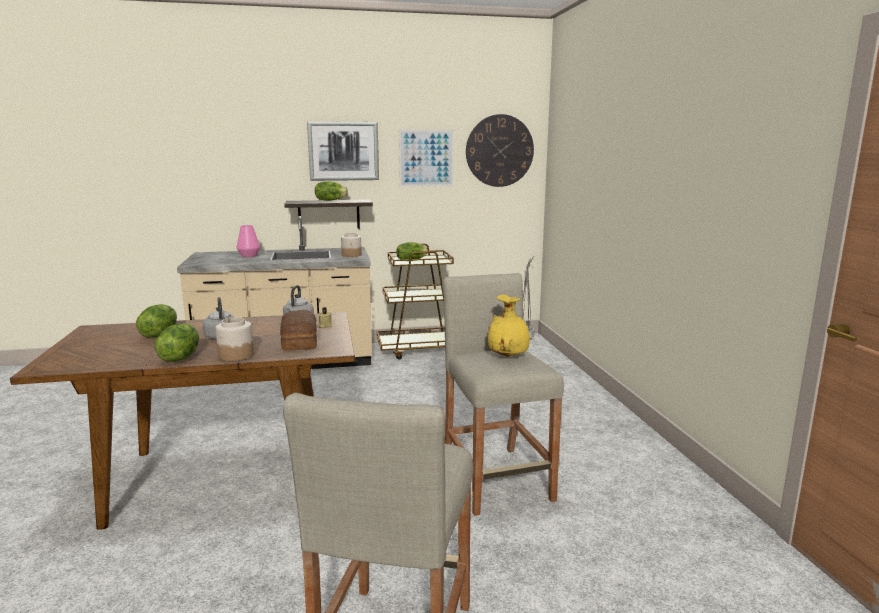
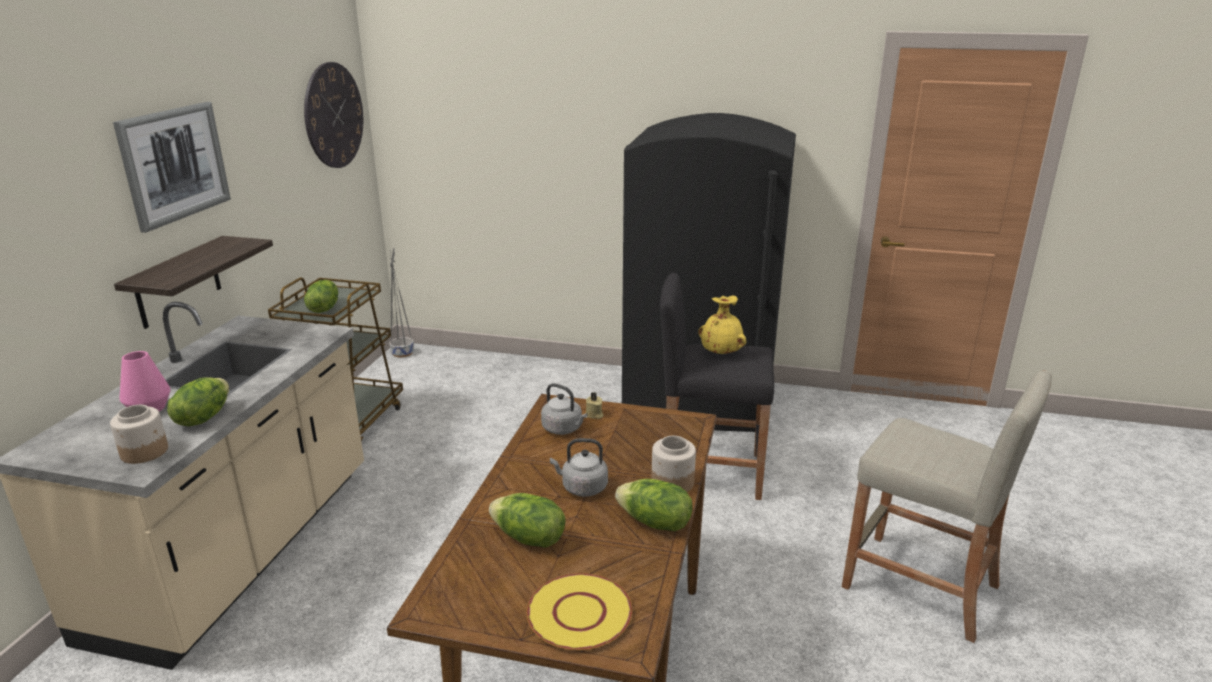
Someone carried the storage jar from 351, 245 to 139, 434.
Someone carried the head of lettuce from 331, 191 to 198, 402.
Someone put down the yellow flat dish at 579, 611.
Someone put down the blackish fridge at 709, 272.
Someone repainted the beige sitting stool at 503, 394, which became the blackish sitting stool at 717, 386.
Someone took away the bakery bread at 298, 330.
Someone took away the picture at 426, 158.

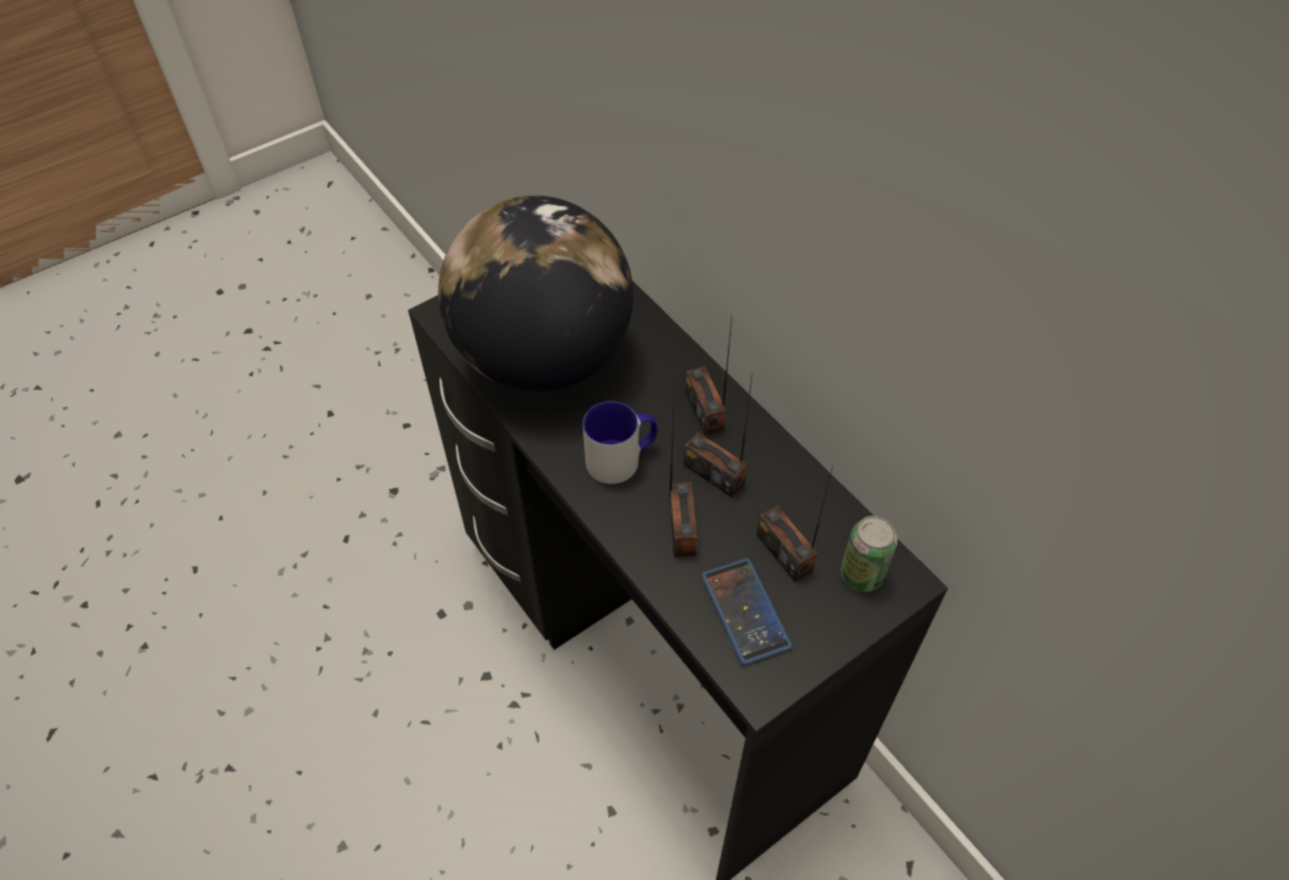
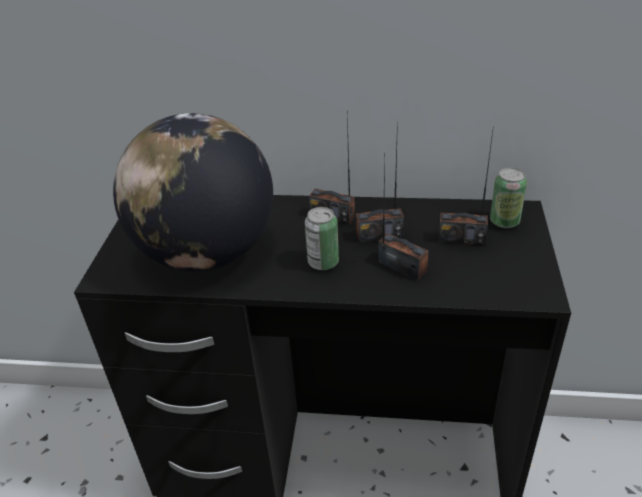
Someone swapped the mug at 620, 442 for the can at 322, 238.
Someone took away the handset at 746, 611.

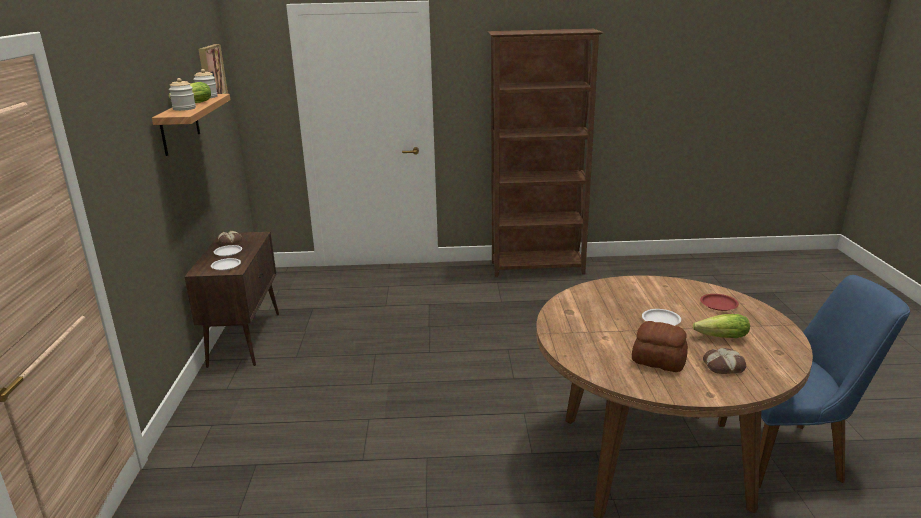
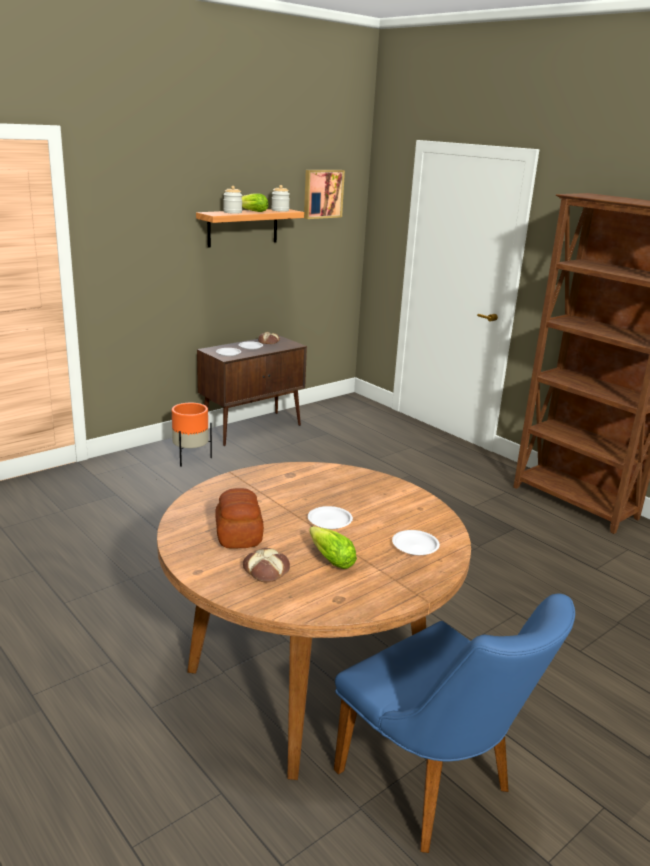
Someone put down the orange flower pot at 191, 435.
Someone repainted the red flat dish at 719, 302, which became the whitish flat dish at 416, 542.

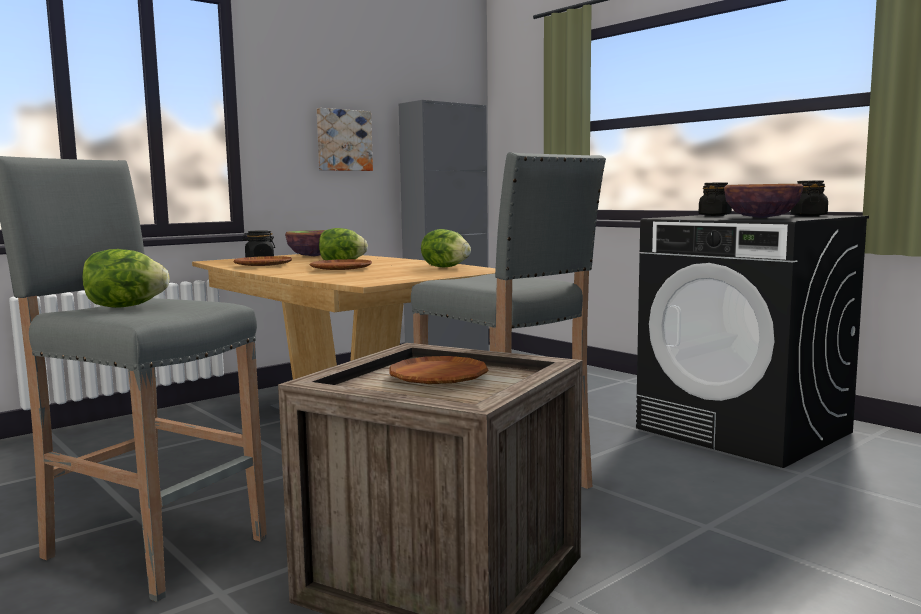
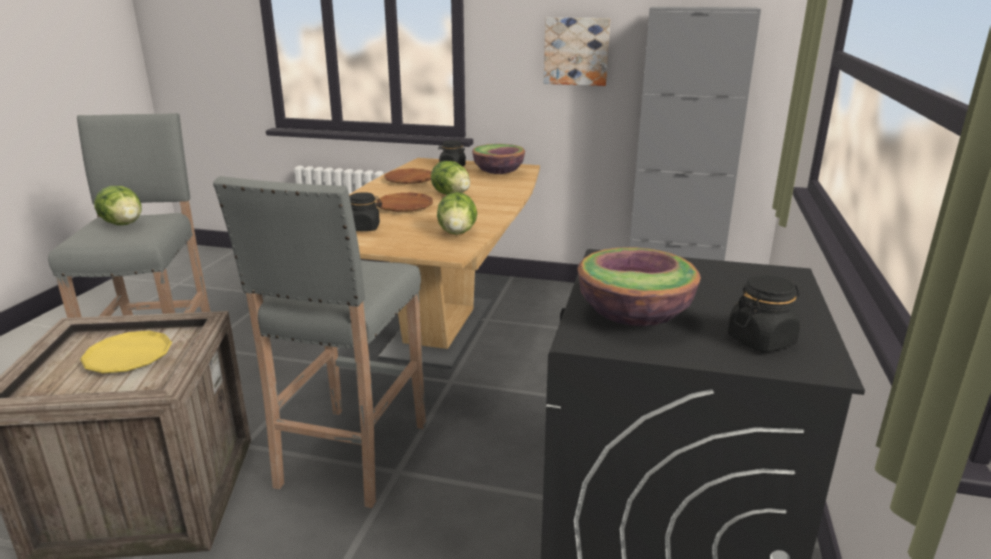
Someone repainted the brownish flat dish at 438, 370, which became the yellow flat dish at 126, 352.
Someone carried the blackish storage jar from 715, 199 to 365, 211.

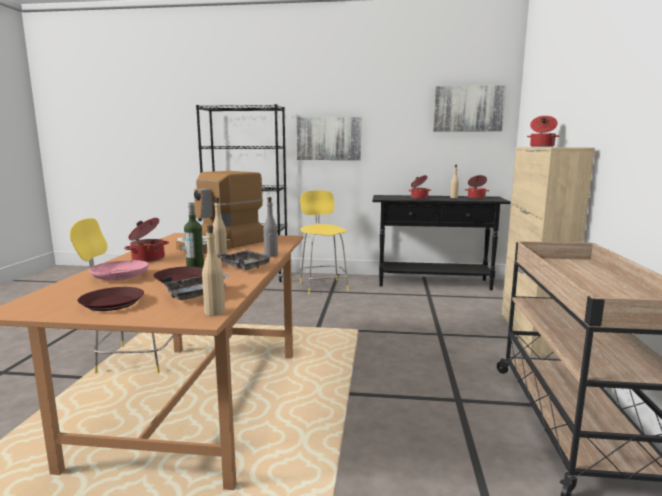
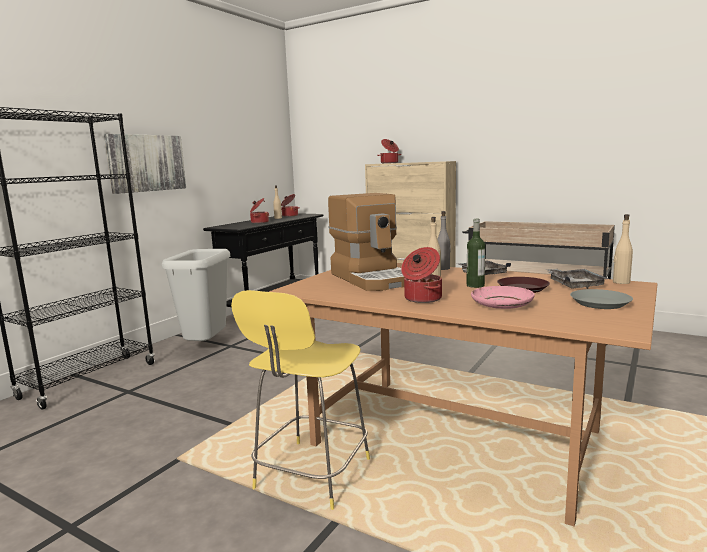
Someone swapped the yellow sitting stool at 324, 242 for the greyish waste bin at 196, 295.
Someone repainted the brownish flat dish at 110, 299, which became the greyish flat dish at 601, 299.
Someone took away the picture at 469, 108.

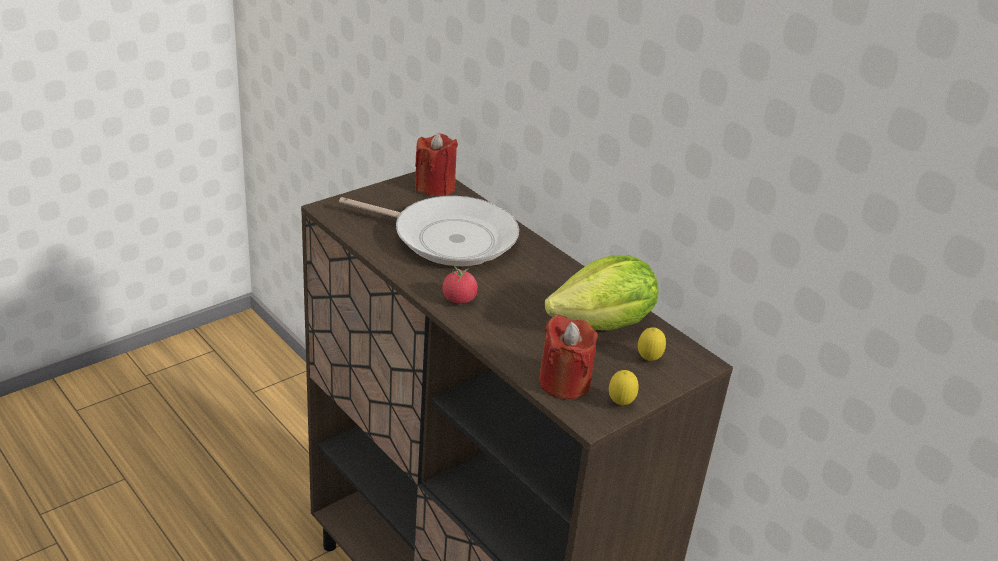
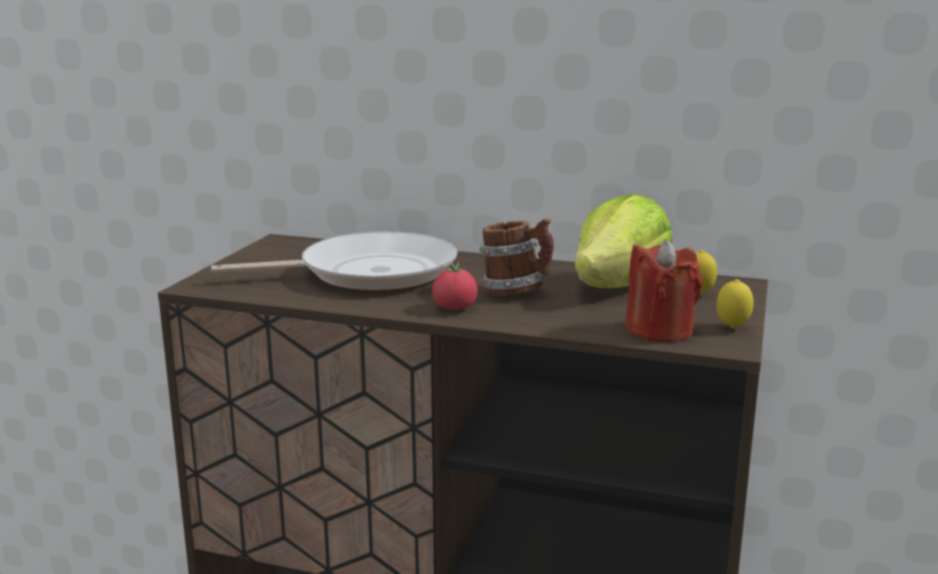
Someone put down the mug at 516, 256.
Someone took away the red wax candle at 436, 164.

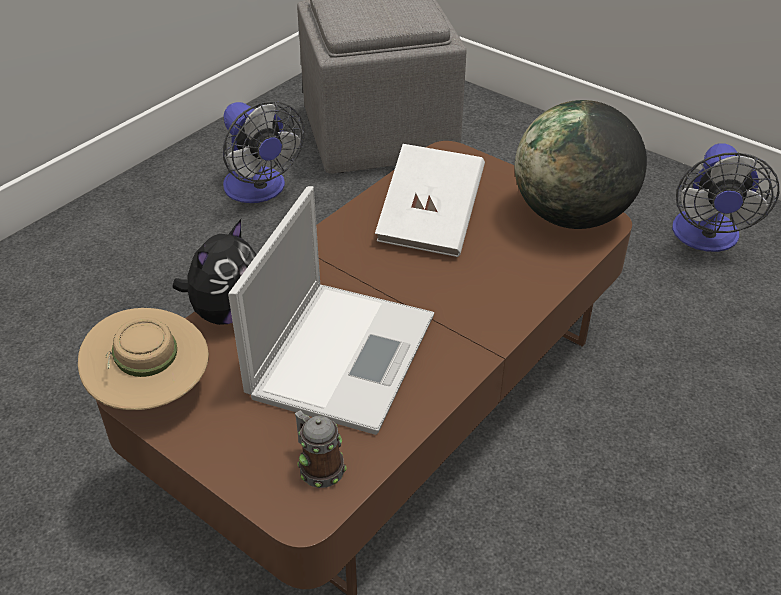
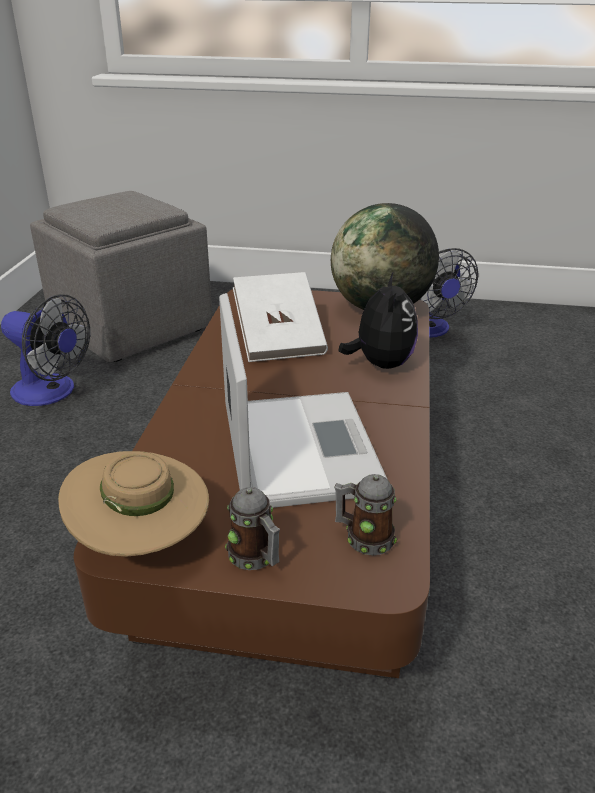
Someone put down the mug at 252, 528.
Someone carried the plush toy from 214, 272 to 378, 320.

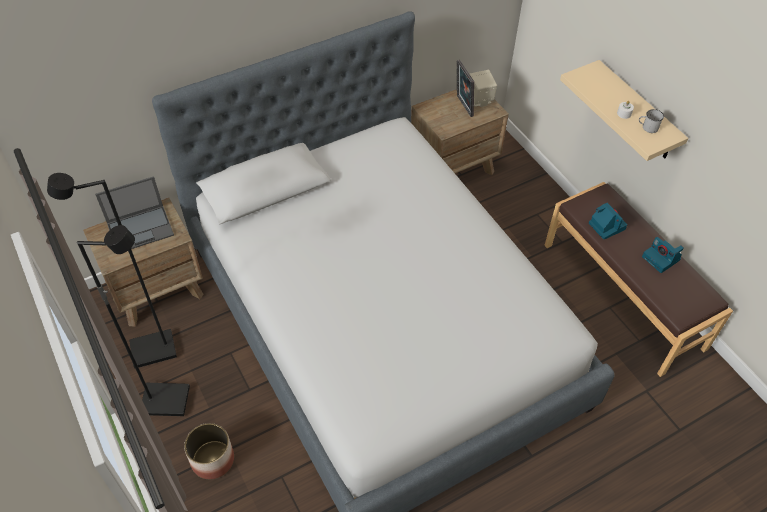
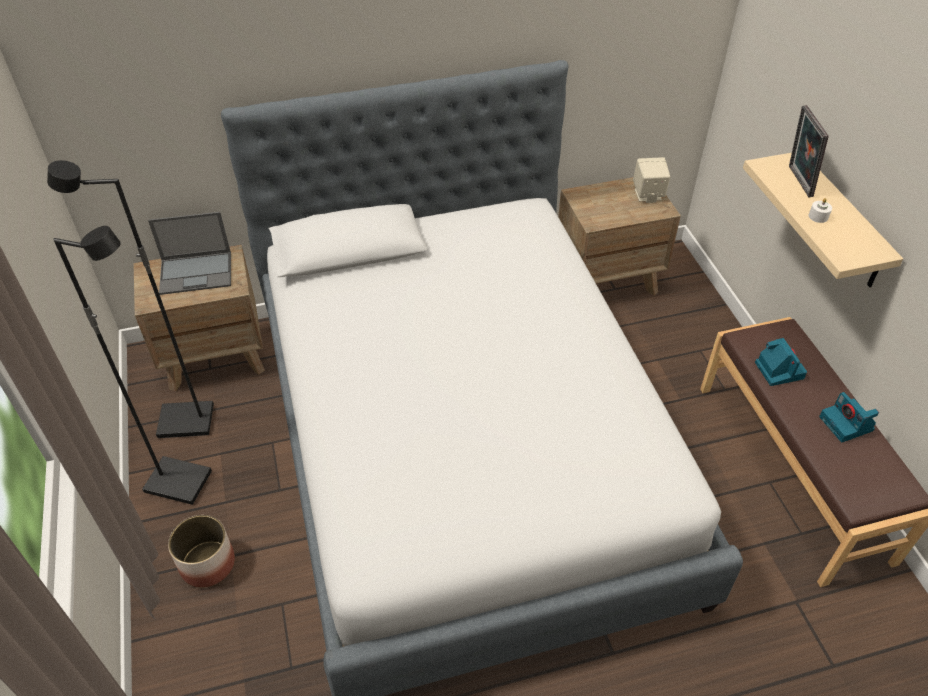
Someone carried the picture frame from 465, 88 to 809, 151.
Someone took away the whitish mug at 651, 121.

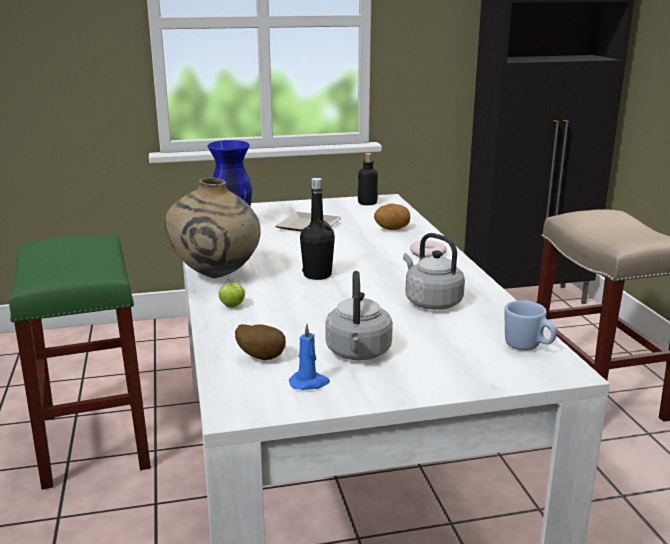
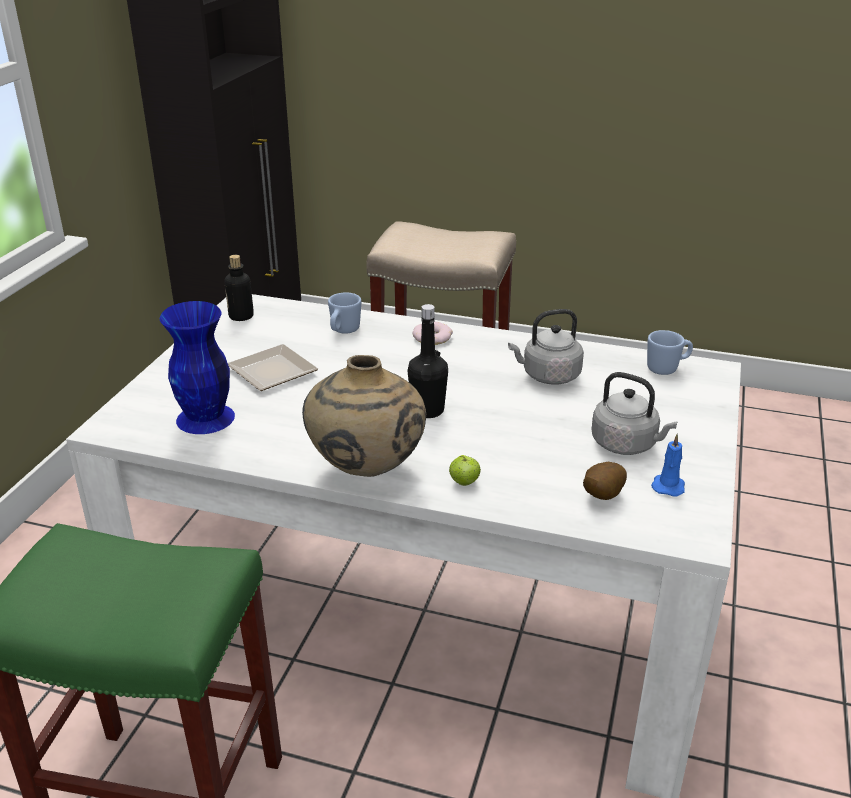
Someone swapped the whole potato at 392, 216 for the blue mug at 344, 313.

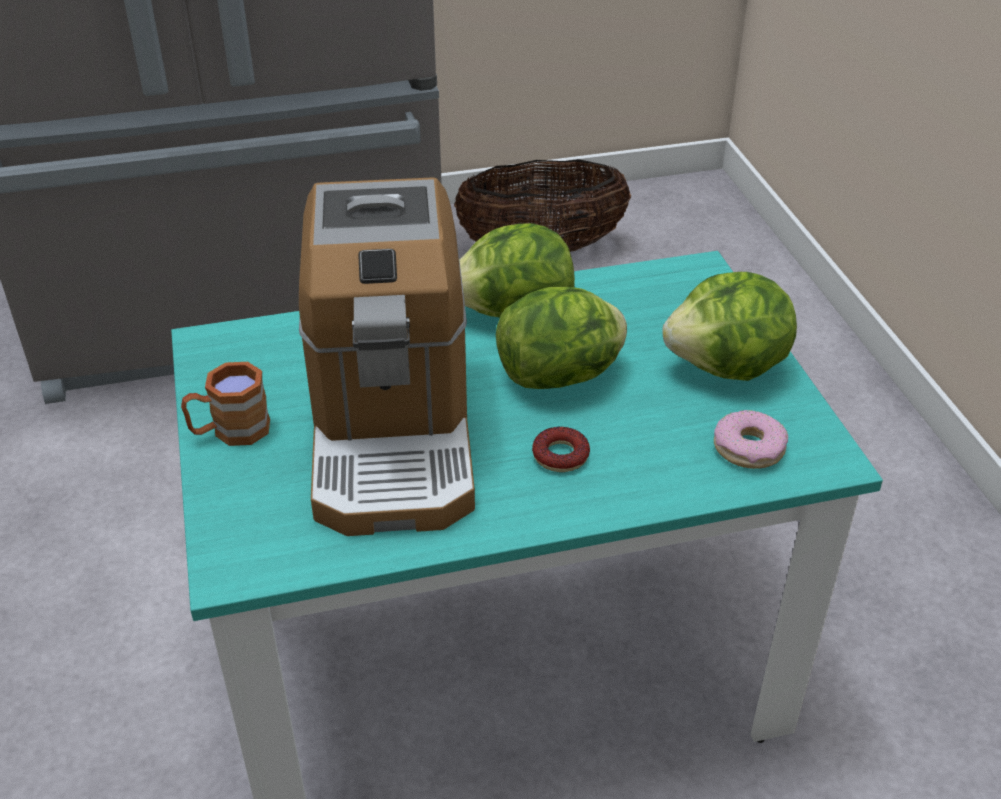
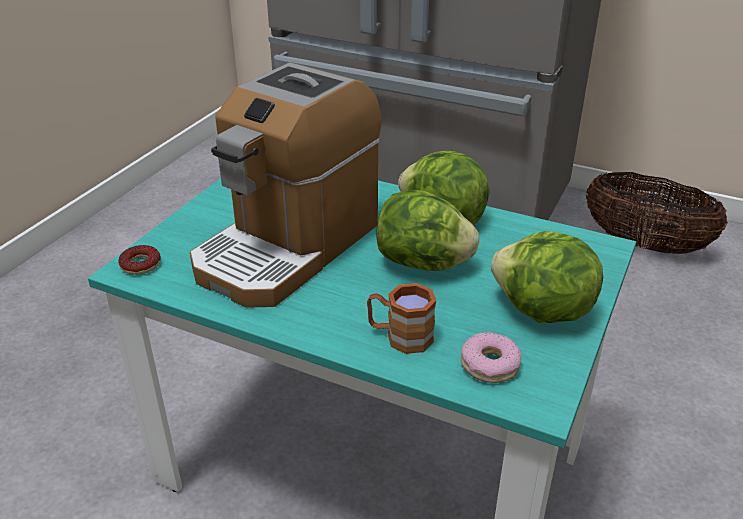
Someone carried the ring doughnut from 561, 449 to 139, 260.
Someone carried the brownish mug from 225, 404 to 401, 318.

